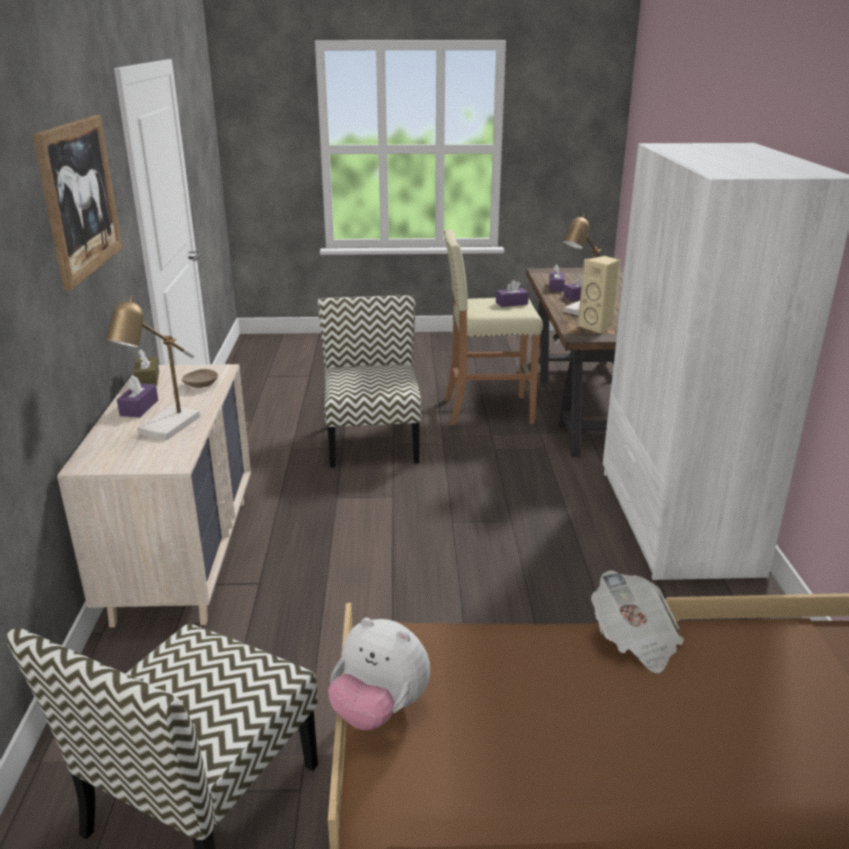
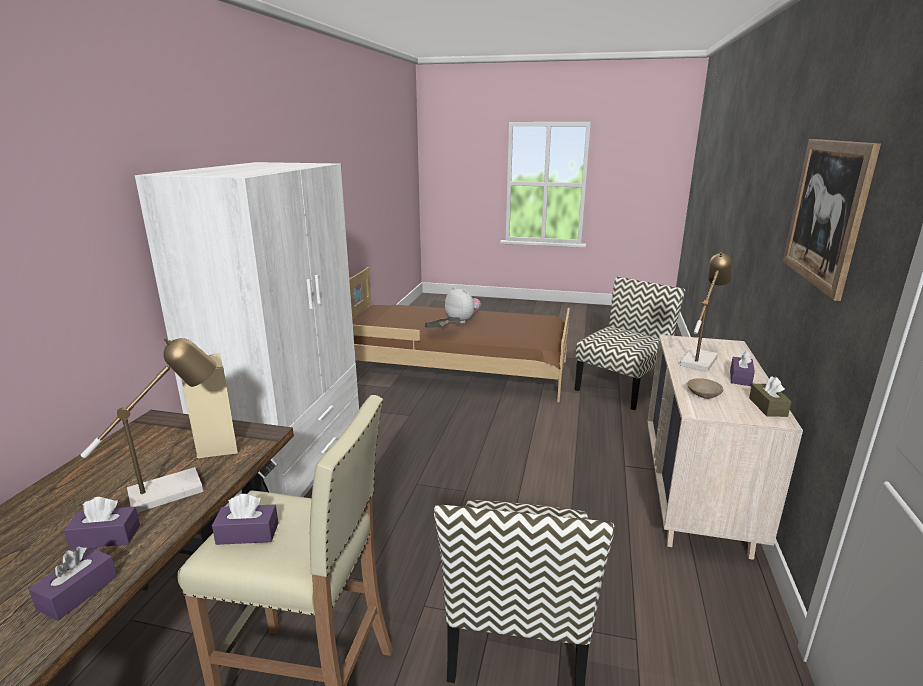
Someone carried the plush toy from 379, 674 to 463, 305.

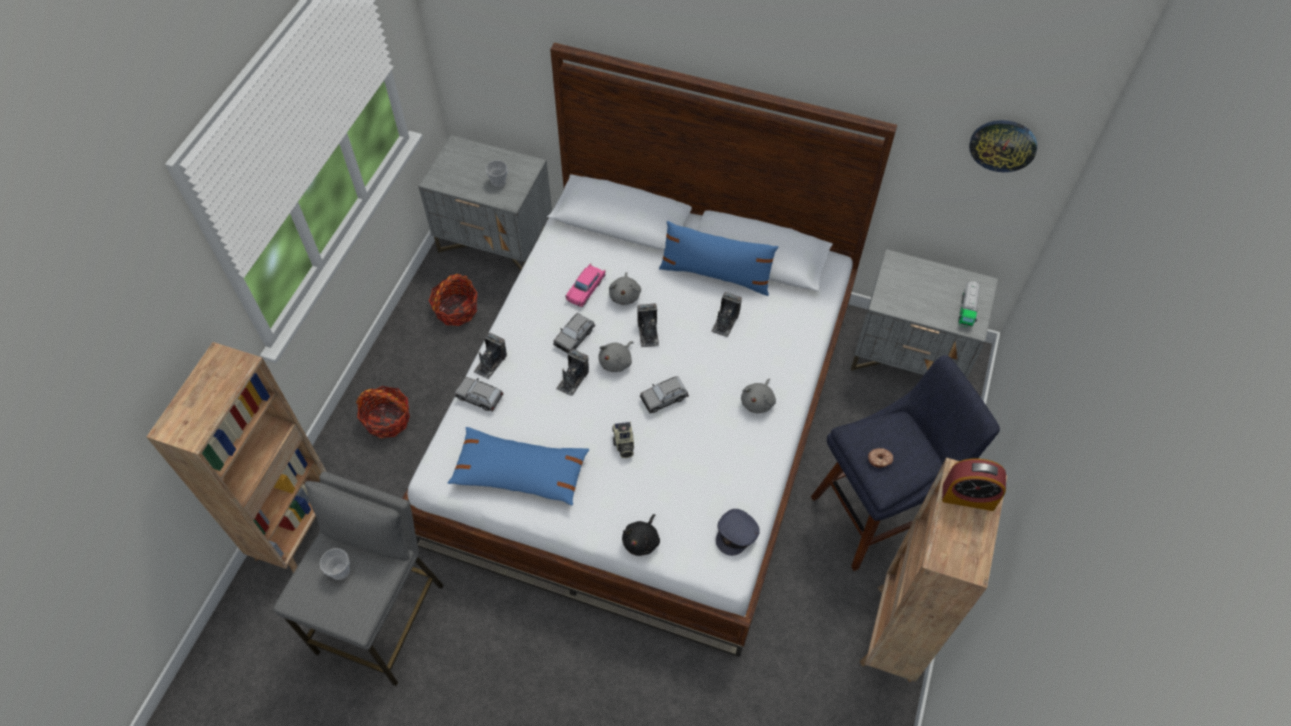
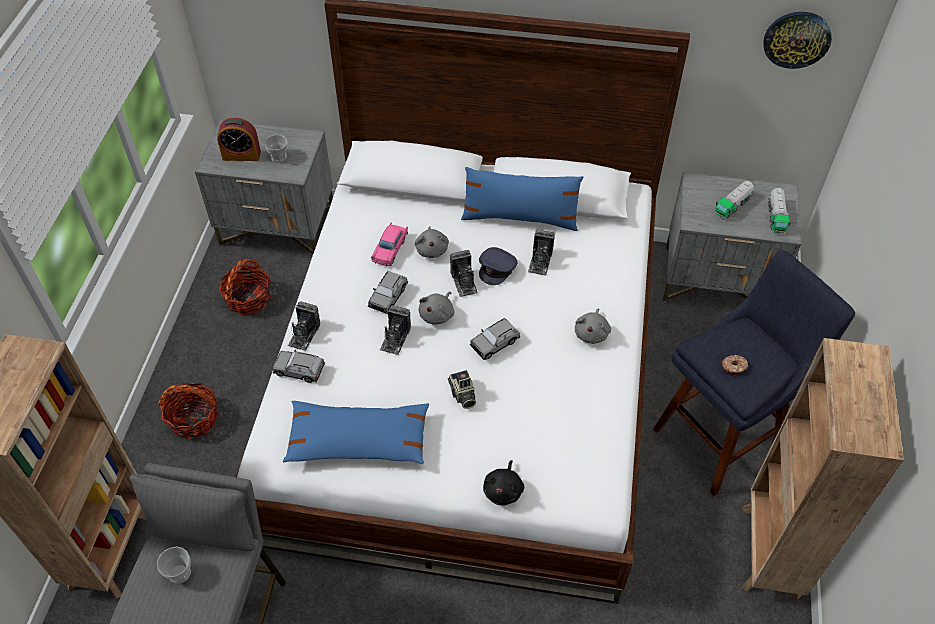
Someone carried the table clock from 974, 485 to 239, 139.
Someone carried the greyish cap from 738, 532 to 498, 266.
Someone put down the toy lorry at 734, 200.

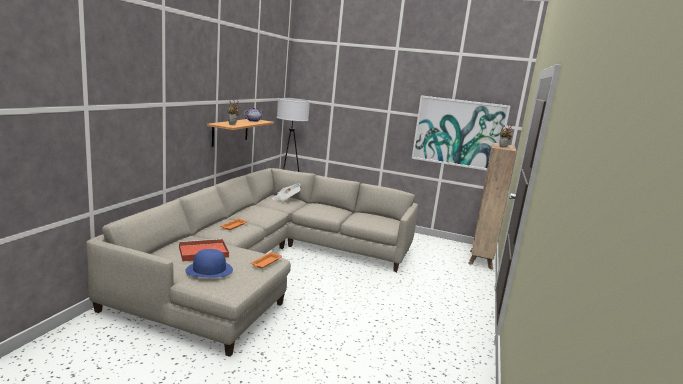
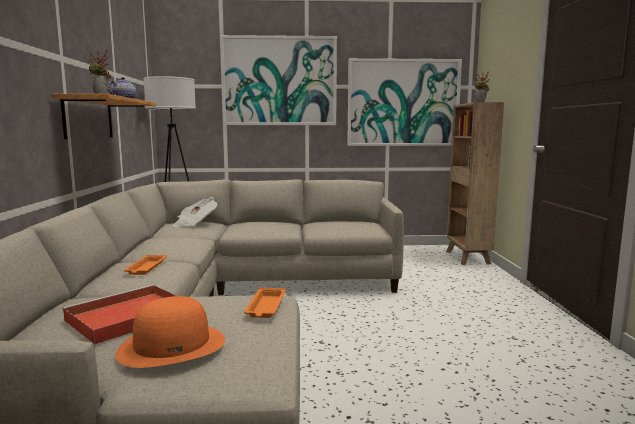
Someone repainted the blue clothing hat at 209, 263, which became the orange clothing hat at 170, 332.
Someone put up the picture at 278, 80.

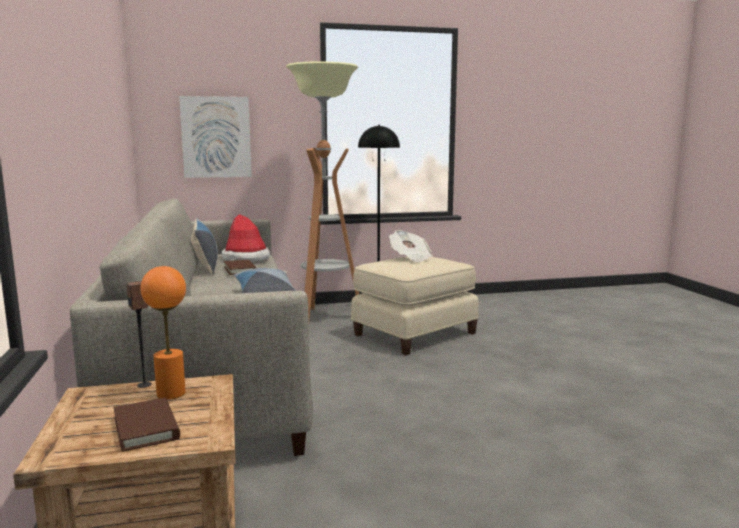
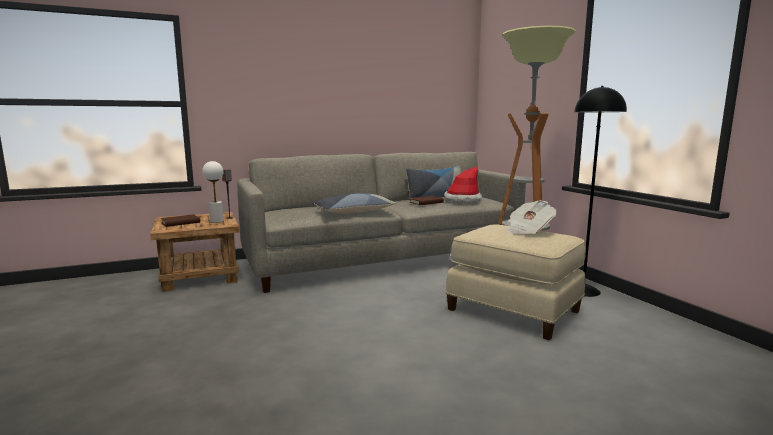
Someone repainted the orange table lamp at 163, 333, which became the whitish table lamp at 213, 192.
Someone took away the picture at 215, 137.

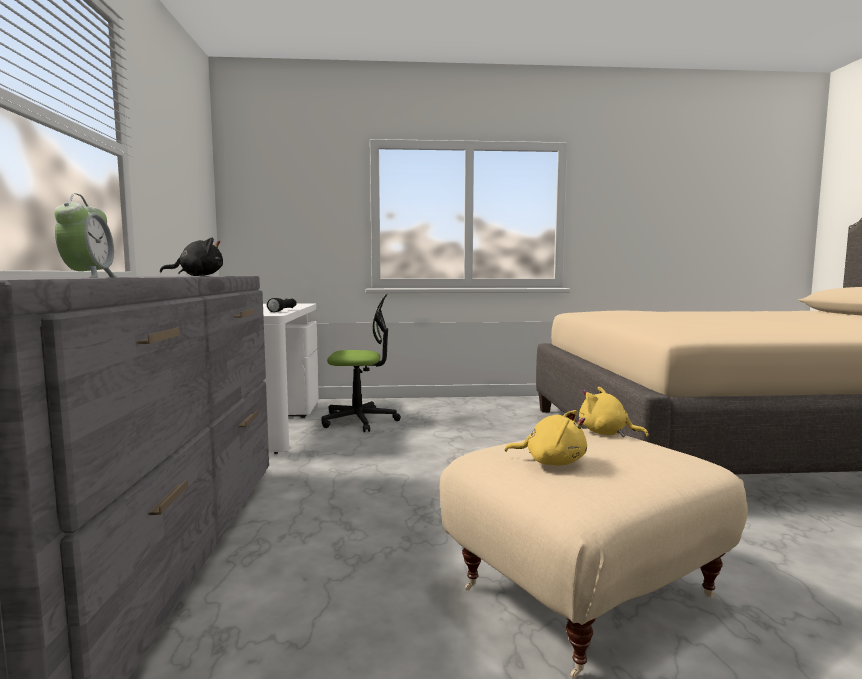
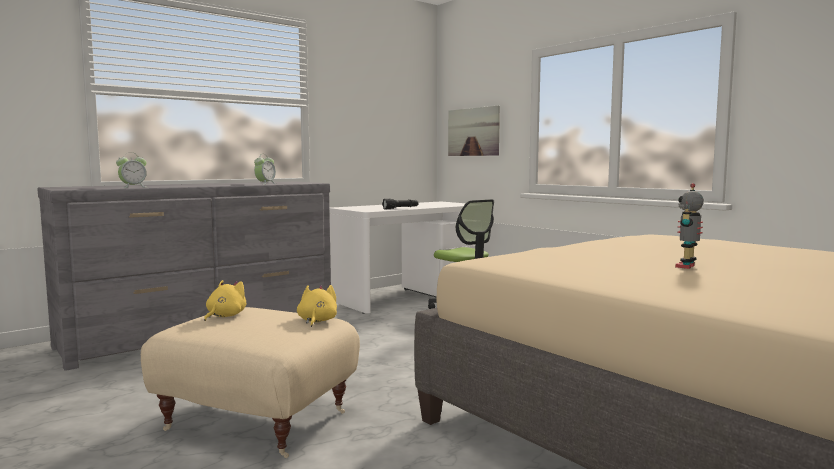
Someone rotated the yellow plush toy at 546, 438 by 150 degrees counterclockwise.
Someone swapped the blackish plush toy at 191, 257 for the table clock at 265, 169.
Someone put up the picture at 474, 131.
Someone put down the toy robot at 689, 226.

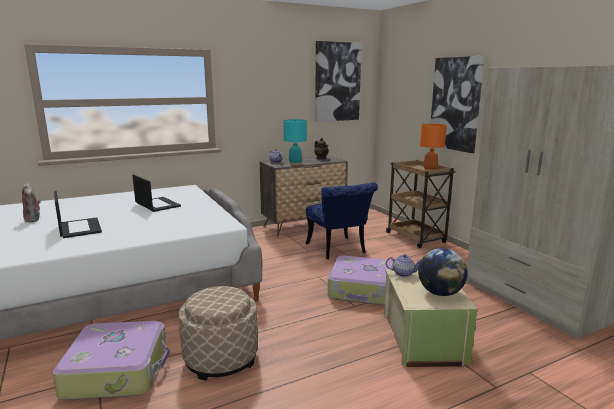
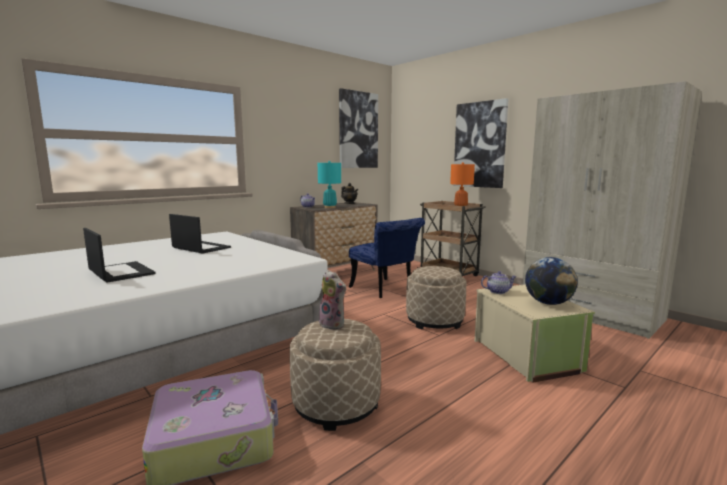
Someone carried the plush toy from 31, 202 to 332, 300.
Someone swapped the travel case at 360, 280 for the beige footrest at 436, 297.

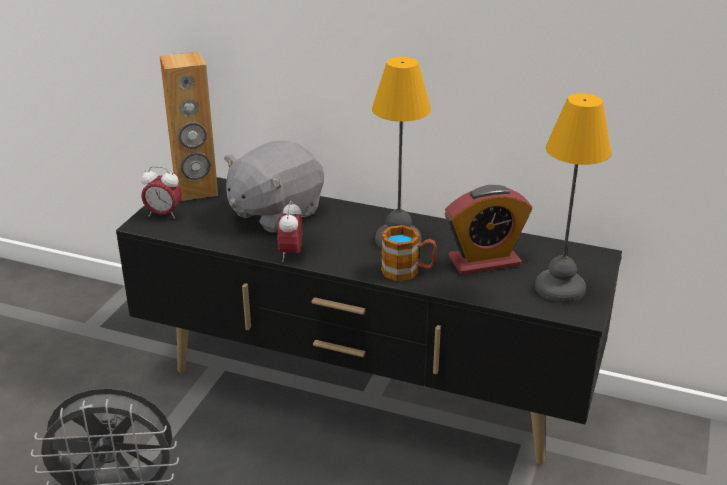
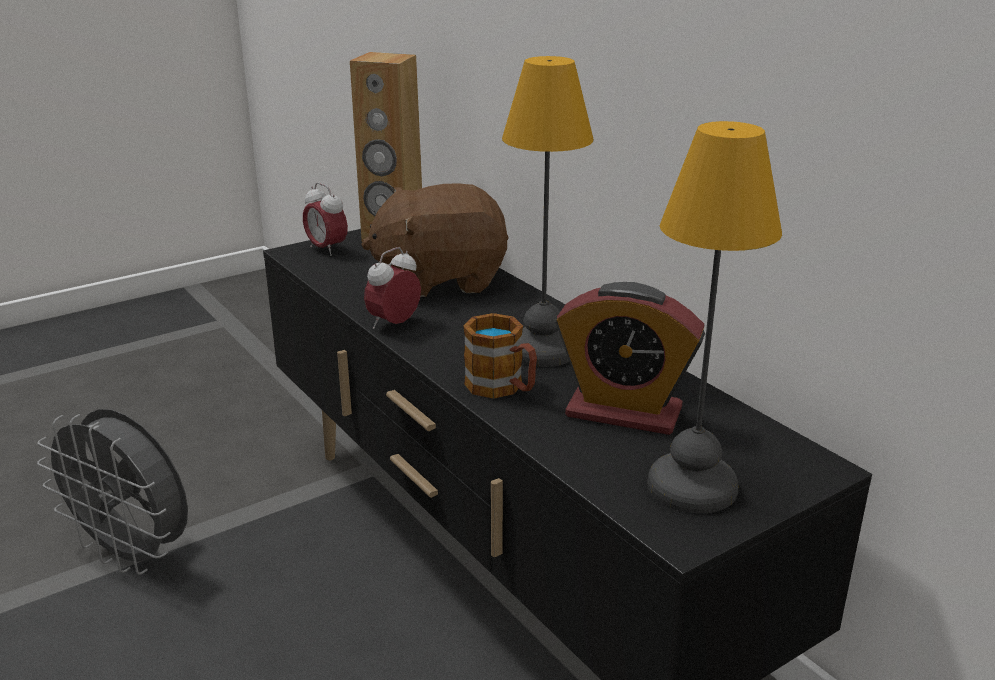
Someone repainted the greyish plush toy at 274, 186, which became the brownish plush toy at 434, 240.

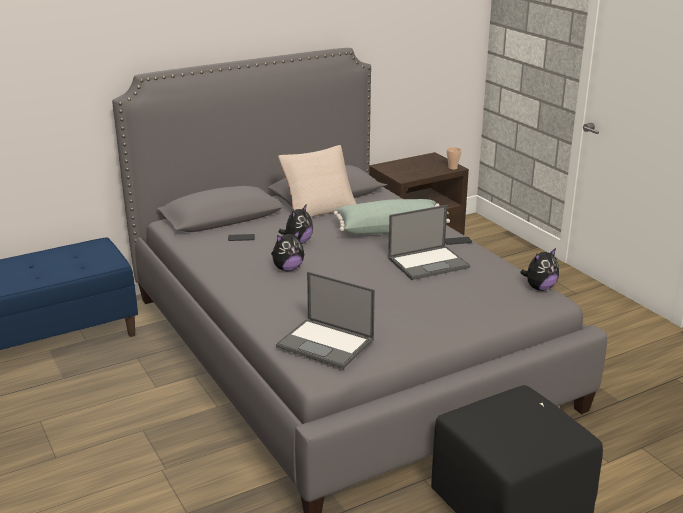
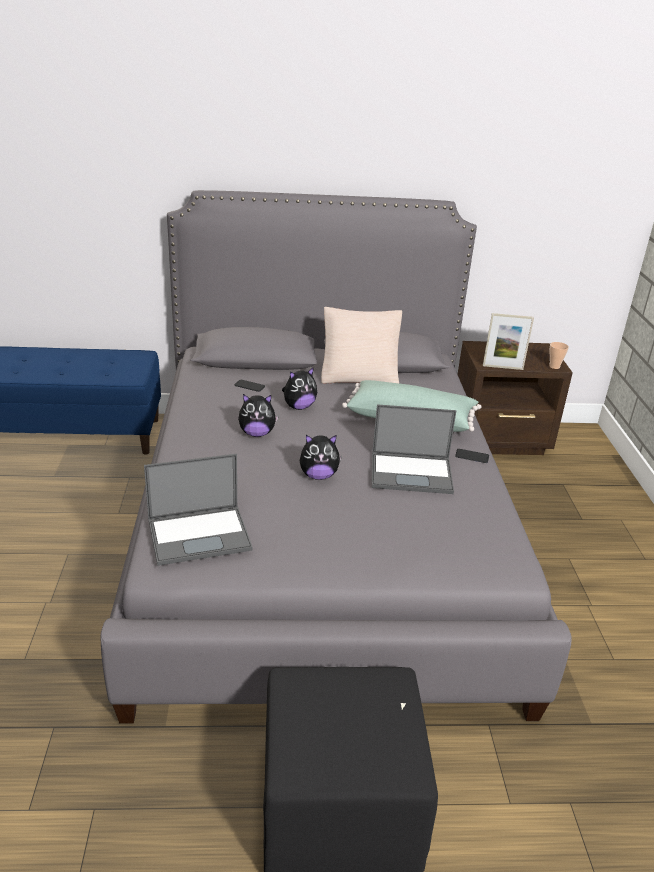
Someone rotated the portable computer at 325, 320 by 75 degrees counterclockwise.
Someone carried the plush toy from 539, 269 to 321, 457.
Someone put down the picture frame at 508, 341.

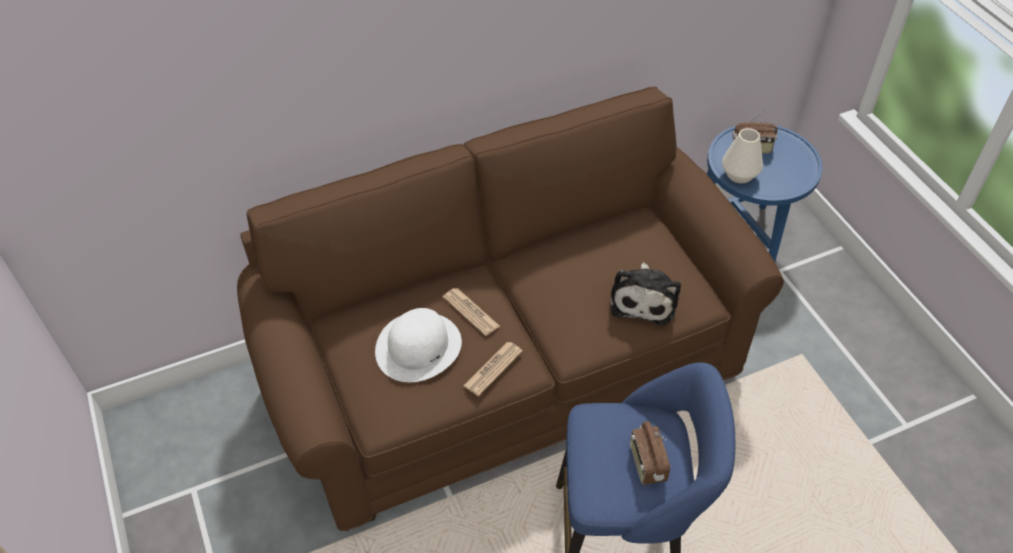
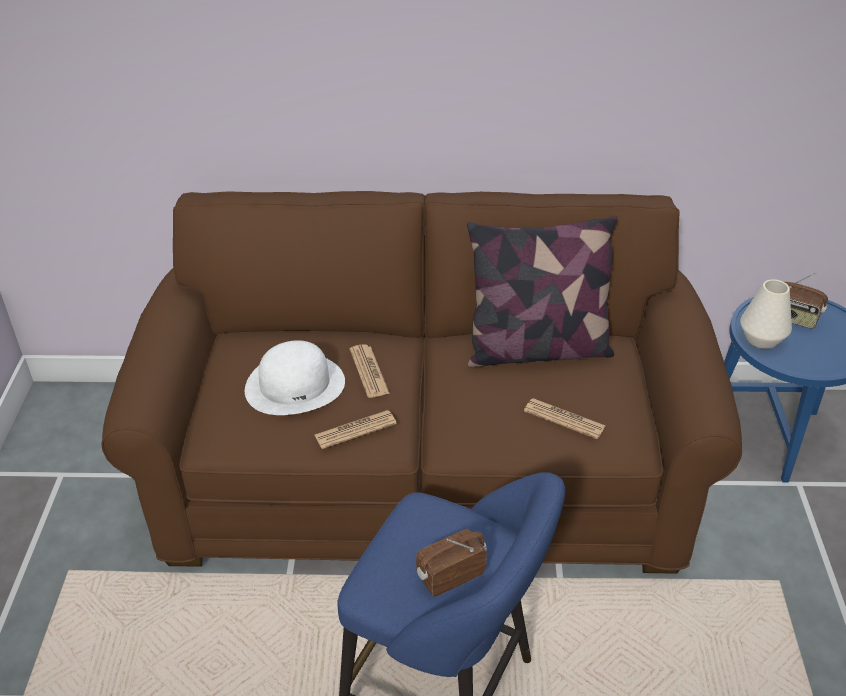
Someone rotated the radio receiver at 650, 453 by 45 degrees clockwise.
Someone put down the cushion at 542, 291.
Someone swapped the plush toy at 646, 293 for the printed paper at 565, 418.

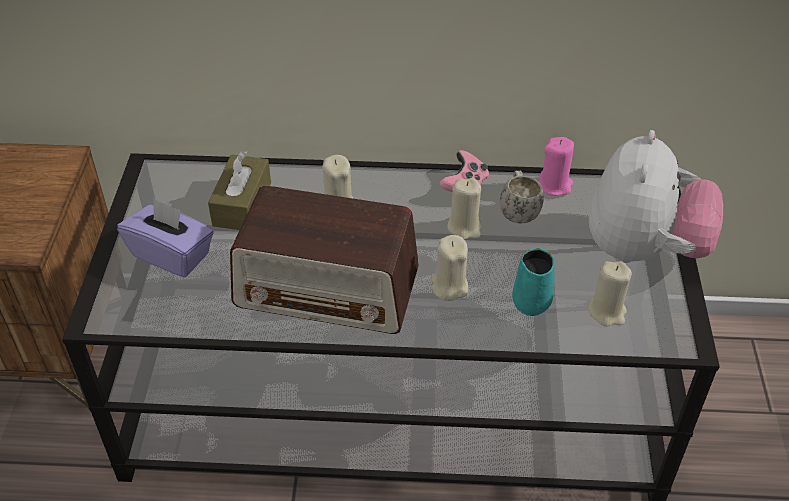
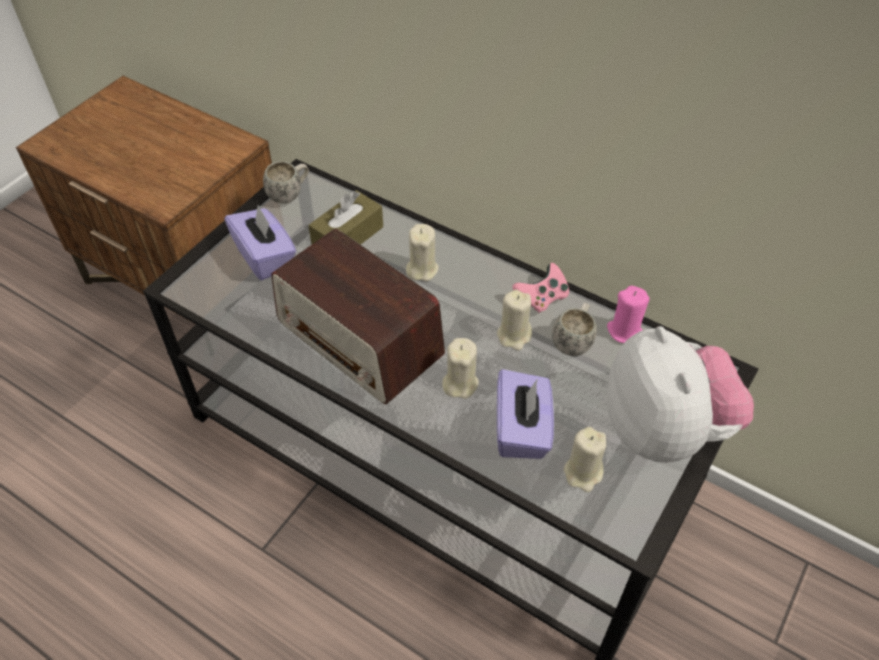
Someone put down the whitish mug at 286, 182.
Someone swapped the turquoise mug at 533, 282 for the purple tissue box at 525, 414.
Someone rotated the plush toy at 656, 196 by 60 degrees counterclockwise.

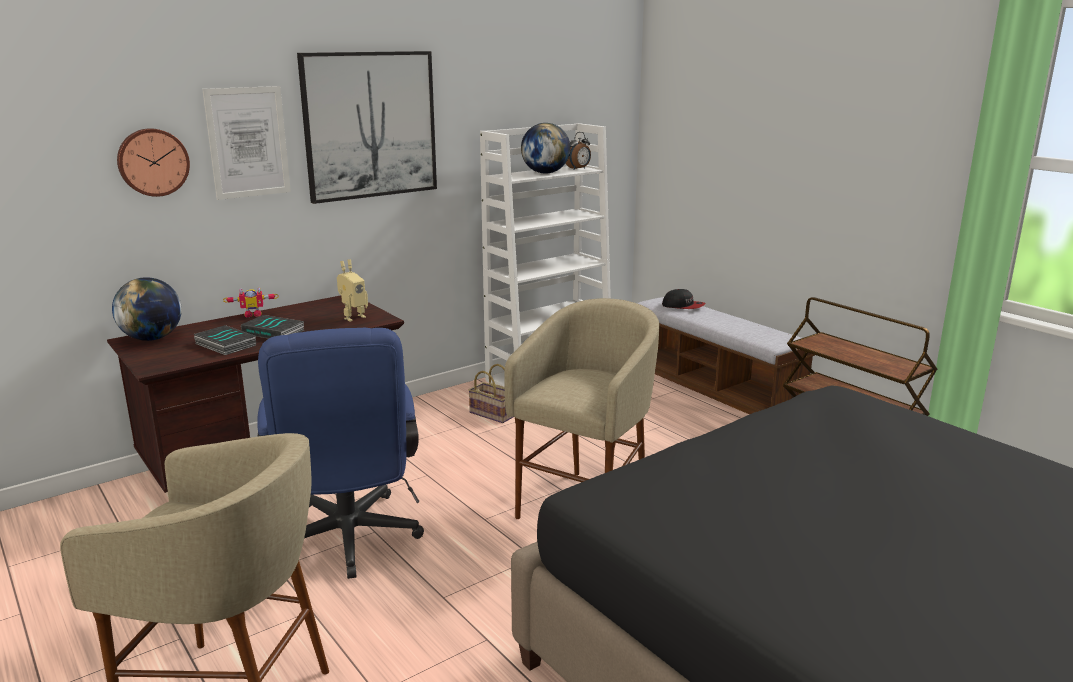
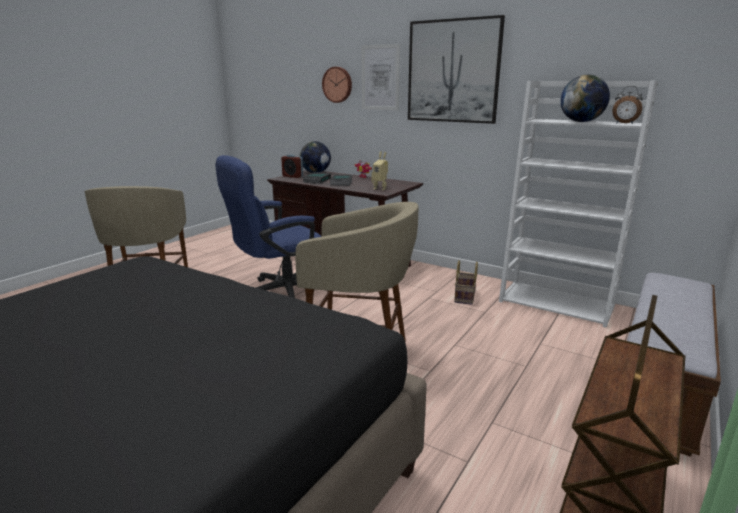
Someone put down the table clock at 292, 166.
Someone took away the cap at 683, 299.

